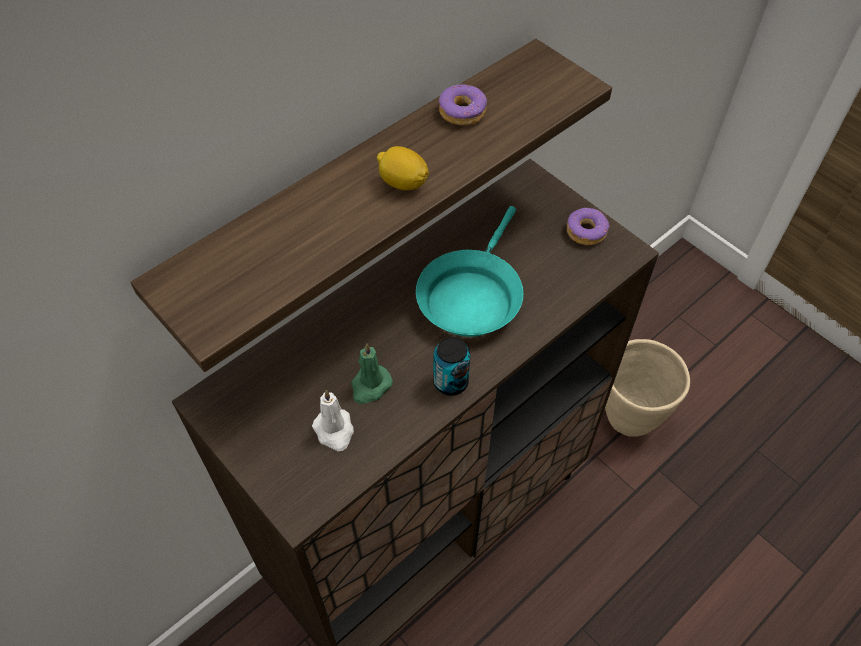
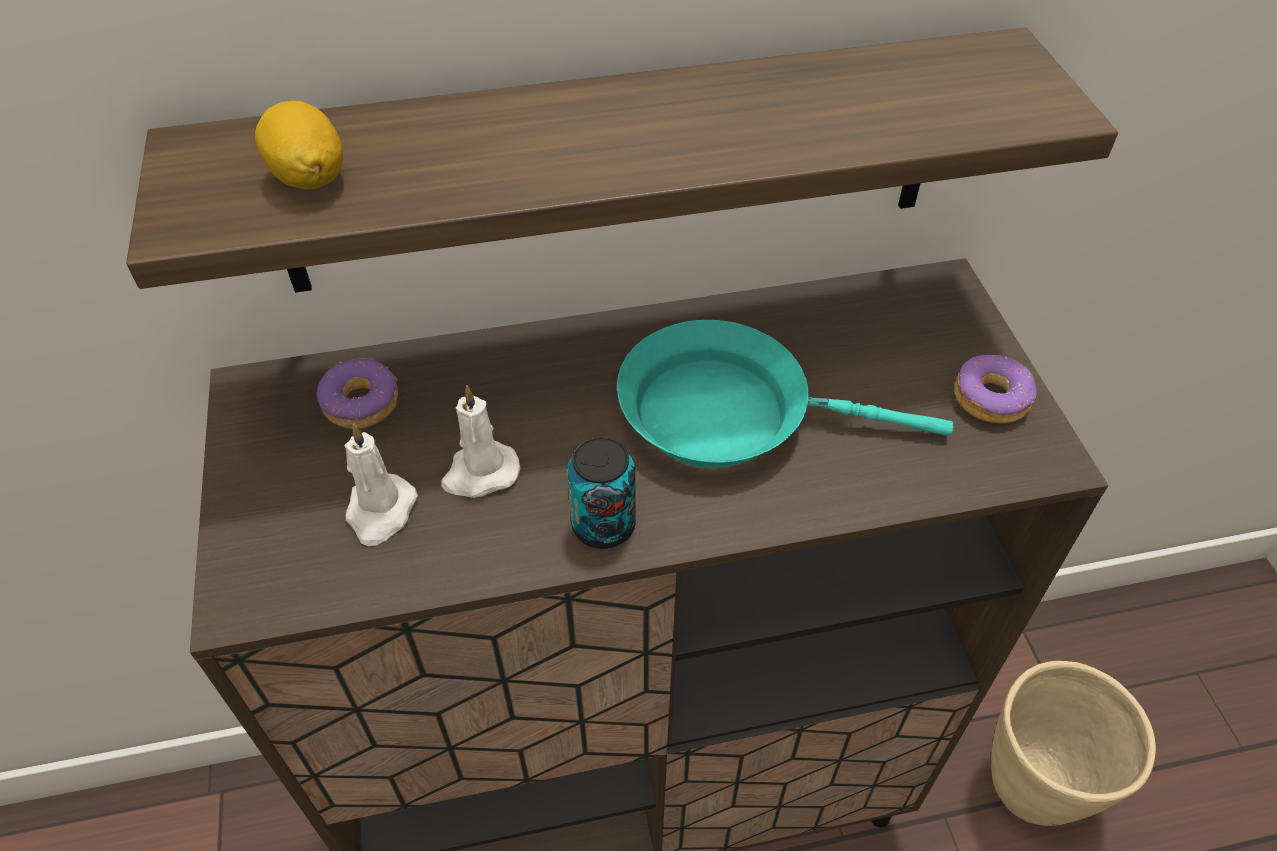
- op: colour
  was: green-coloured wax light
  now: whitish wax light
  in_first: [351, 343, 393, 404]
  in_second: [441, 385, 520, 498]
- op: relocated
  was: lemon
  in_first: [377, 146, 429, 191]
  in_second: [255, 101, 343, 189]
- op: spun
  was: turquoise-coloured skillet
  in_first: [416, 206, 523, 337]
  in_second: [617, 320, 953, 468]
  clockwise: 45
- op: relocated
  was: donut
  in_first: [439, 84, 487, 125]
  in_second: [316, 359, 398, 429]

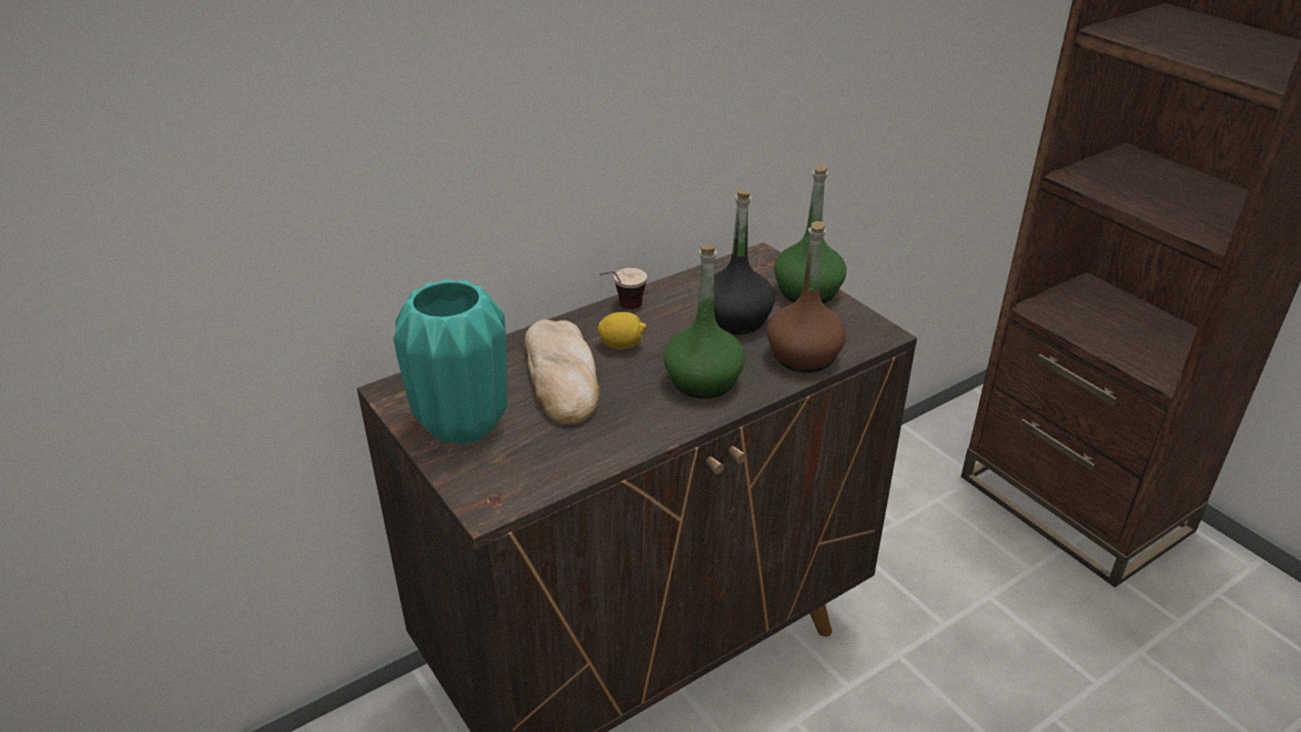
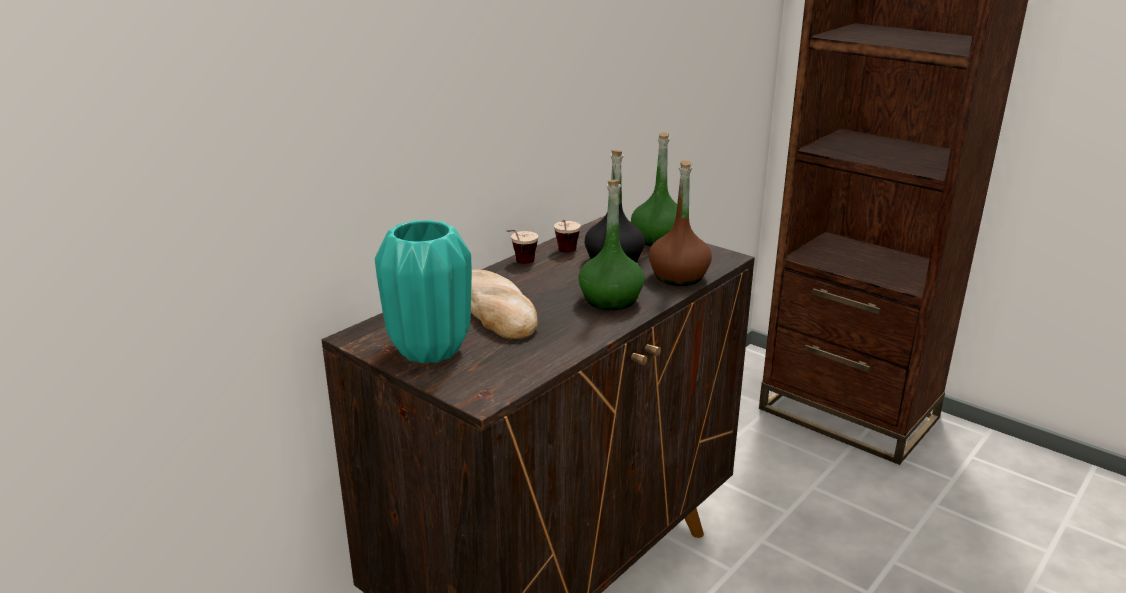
- op: missing
  was: lemon
  in_first: [597, 312, 647, 350]
- op: appeared
  now: small cup
  in_second: [554, 219, 581, 253]

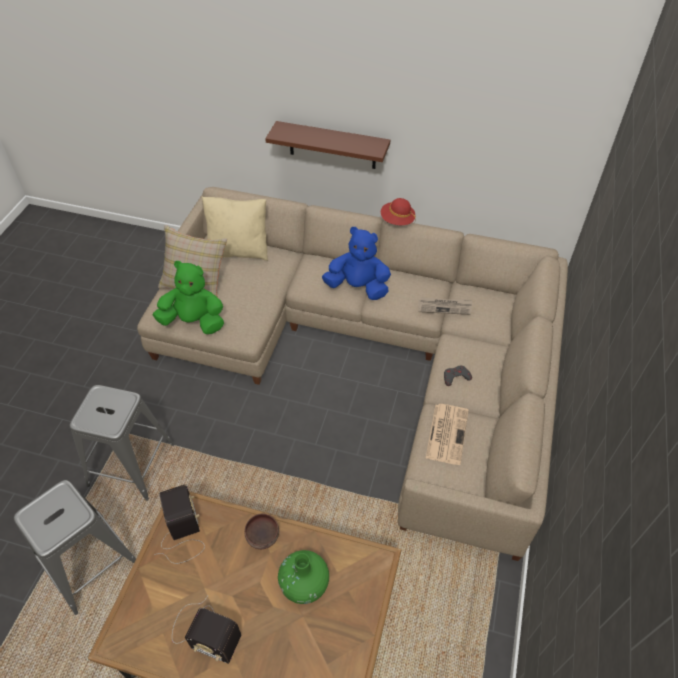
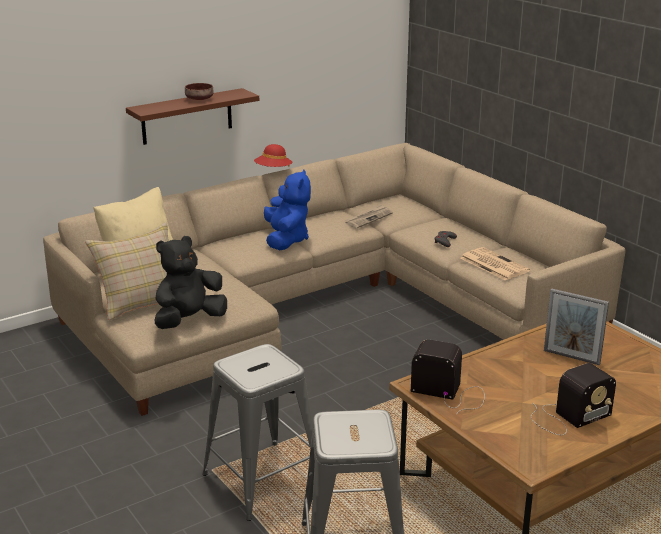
- op: colour
  was: green-coloured cuddly toy
  now: blackish cuddly toy
  in_first: [153, 261, 224, 334]
  in_second: [155, 236, 227, 329]
- op: relocated
  was: brown-coloured deep dish
  in_first: [244, 514, 279, 549]
  in_second: [185, 83, 214, 100]
- op: exchanged
  was: green-coloured flower vase
  now: standing frame
  in_first: [278, 550, 329, 604]
  in_second: [544, 288, 609, 365]
- op: spun
  was: bluish cuddly toy
  in_first: [322, 227, 391, 300]
  in_second: [264, 169, 311, 250]
  clockwise: 120

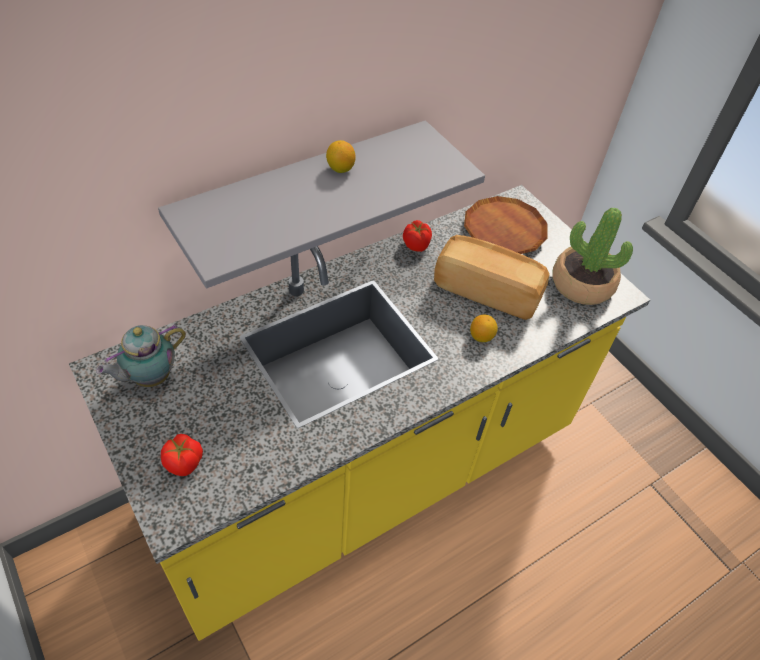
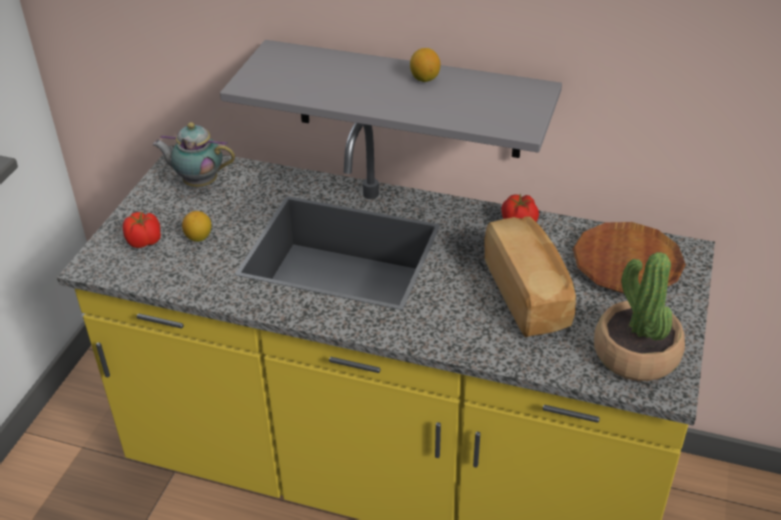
- op: relocated
  was: lemon
  in_first: [470, 315, 498, 342]
  in_second: [182, 211, 211, 242]

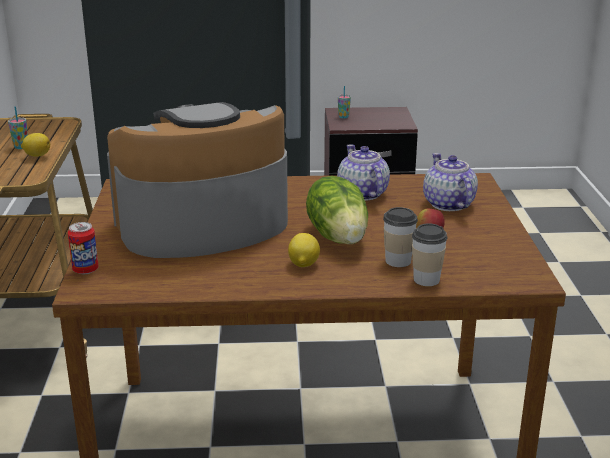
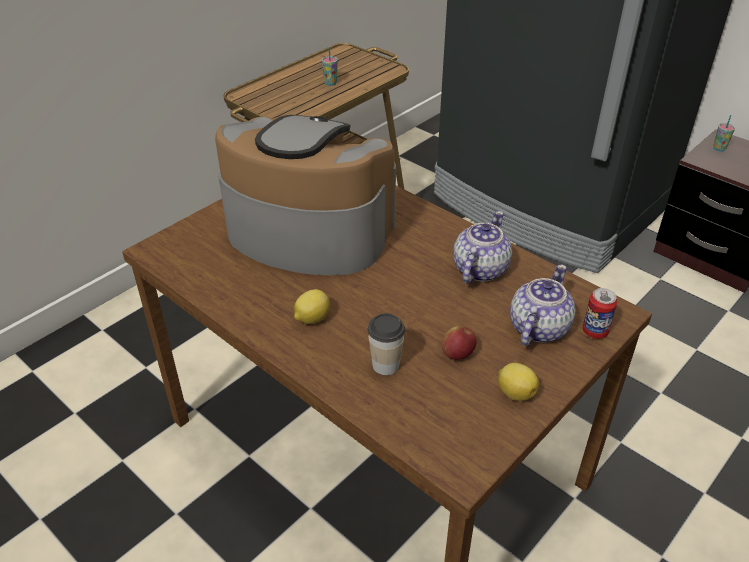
- op: relocated
  was: lemon
  in_first: [21, 133, 50, 157]
  in_second: [498, 363, 539, 401]
- op: relocated
  was: metal can
  in_first: [68, 222, 99, 274]
  in_second: [582, 288, 617, 339]
- op: missing
  was: lettuce head
  in_first: [306, 176, 368, 244]
- op: missing
  was: small cup
  in_first: [412, 223, 448, 286]

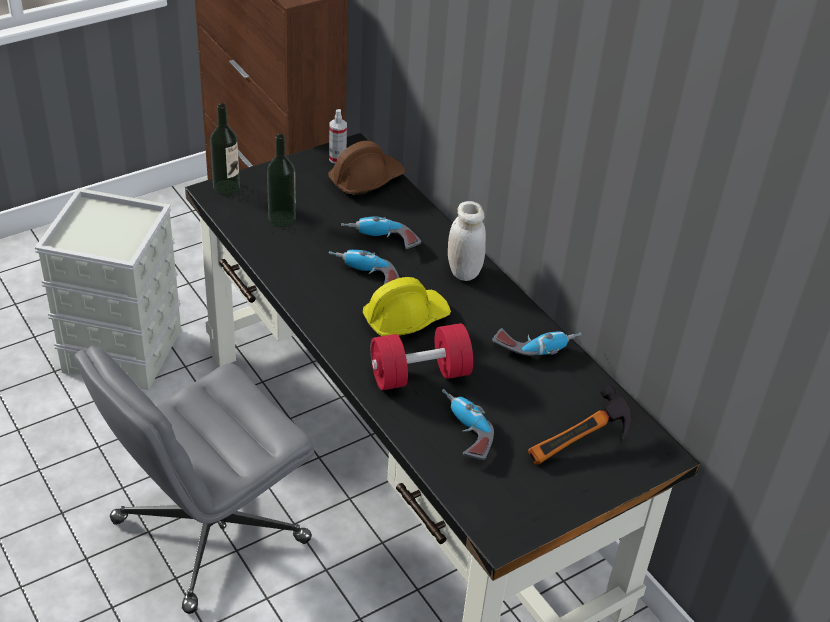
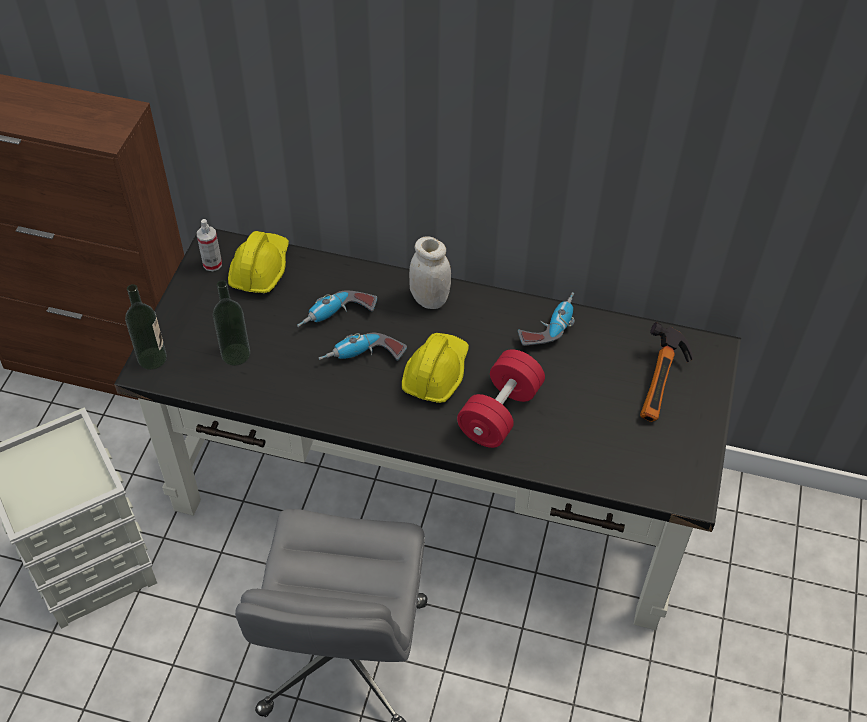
- op: colour
  was: brown-coloured safety helmet
  now: yellow-coloured safety helmet
  in_first: [329, 141, 405, 197]
  in_second: [228, 231, 289, 293]
- op: missing
  was: drill
  in_first: [442, 389, 494, 460]

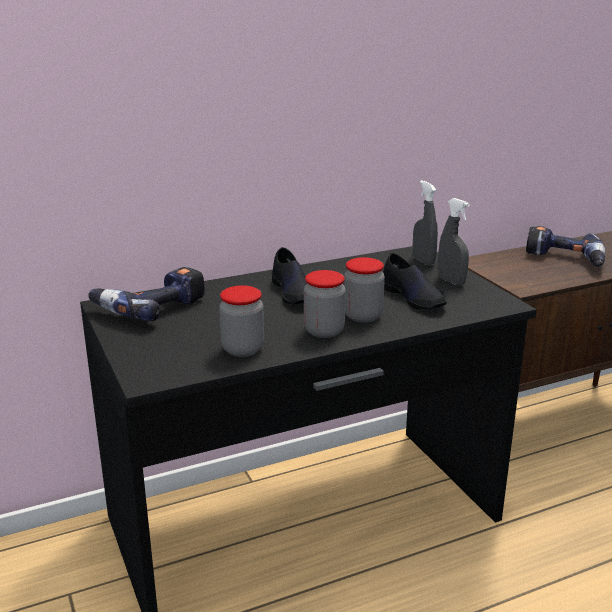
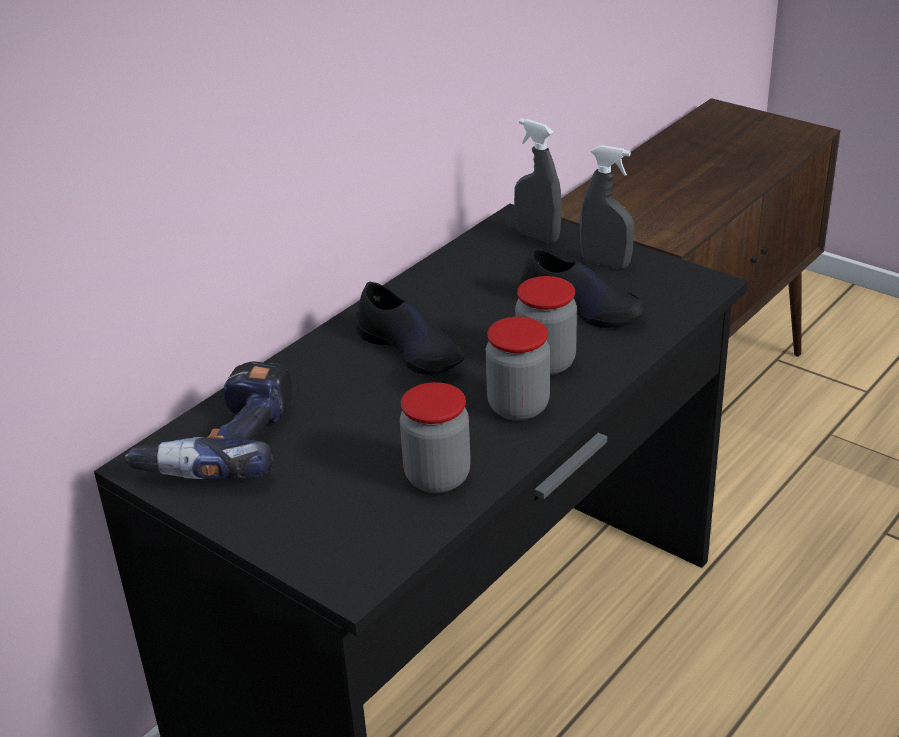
- op: missing
  was: drill
  in_first: [526, 226, 605, 267]

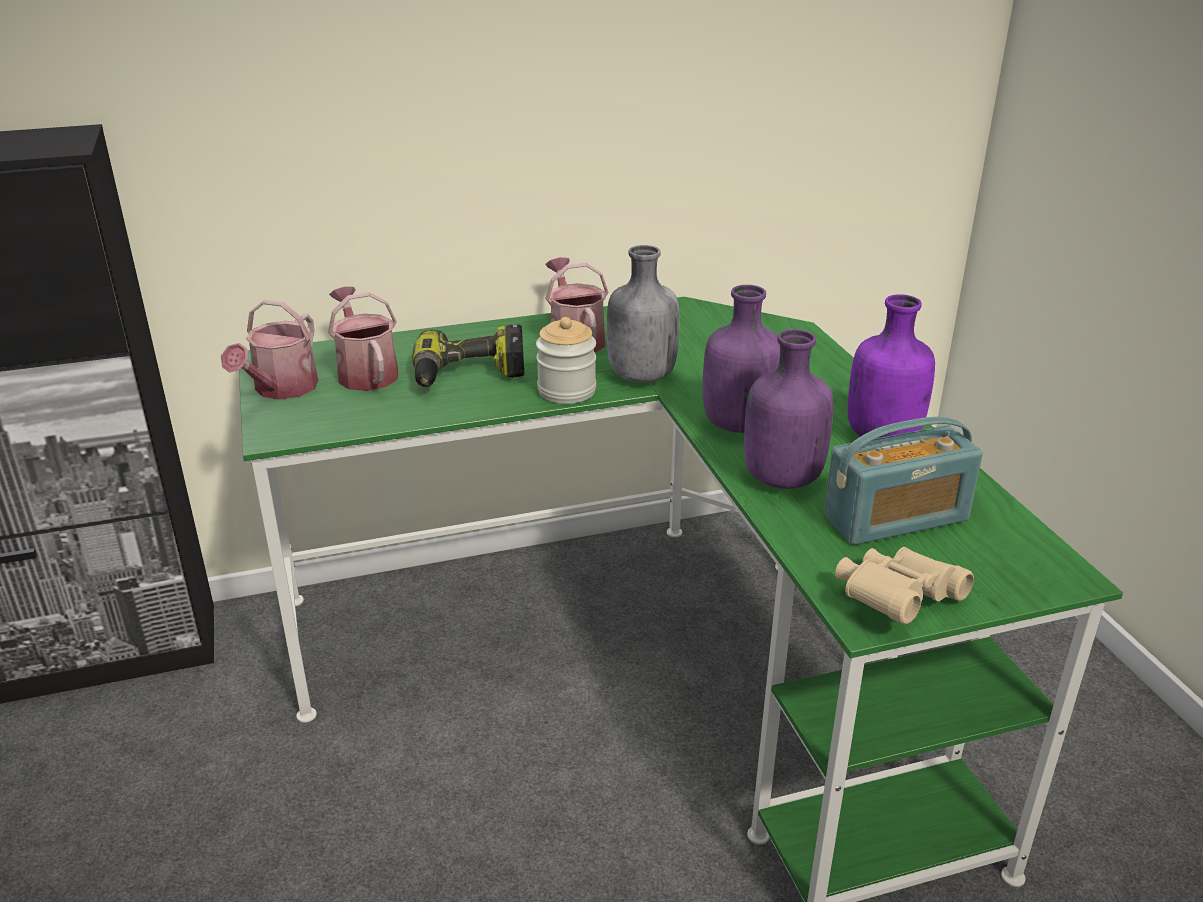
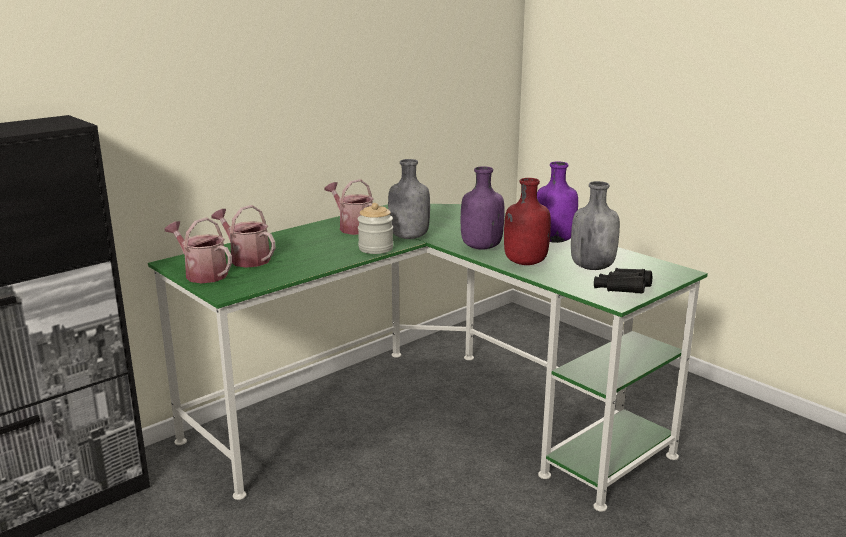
- op: spun
  was: sprinkling can
  in_first: [221, 300, 319, 400]
  in_second: [165, 218, 232, 283]
  clockwise: 135
- op: missing
  was: drill
  in_first: [412, 324, 525, 387]
- op: colour
  was: purplish drink bottle
  now: reddish drink bottle
  in_first: [744, 329, 834, 489]
  in_second: [504, 178, 551, 265]
- op: exchanged
  was: radio set
  now: grey drink bottle
  in_first: [824, 417, 983, 545]
  in_second: [571, 181, 620, 270]
- op: colour
  was: sand-coloured pair of binoculars
  now: blackish pair of binoculars
  in_first: [835, 547, 974, 624]
  in_second: [594, 268, 652, 293]

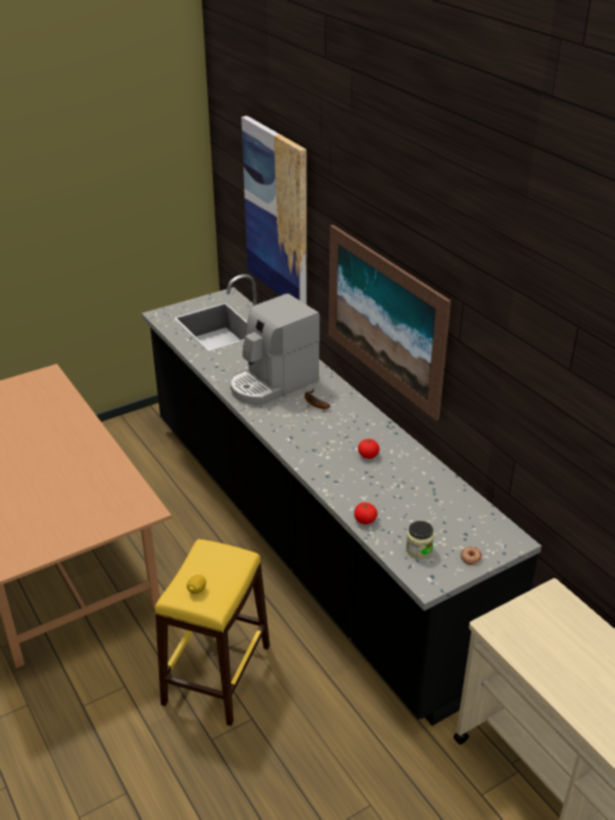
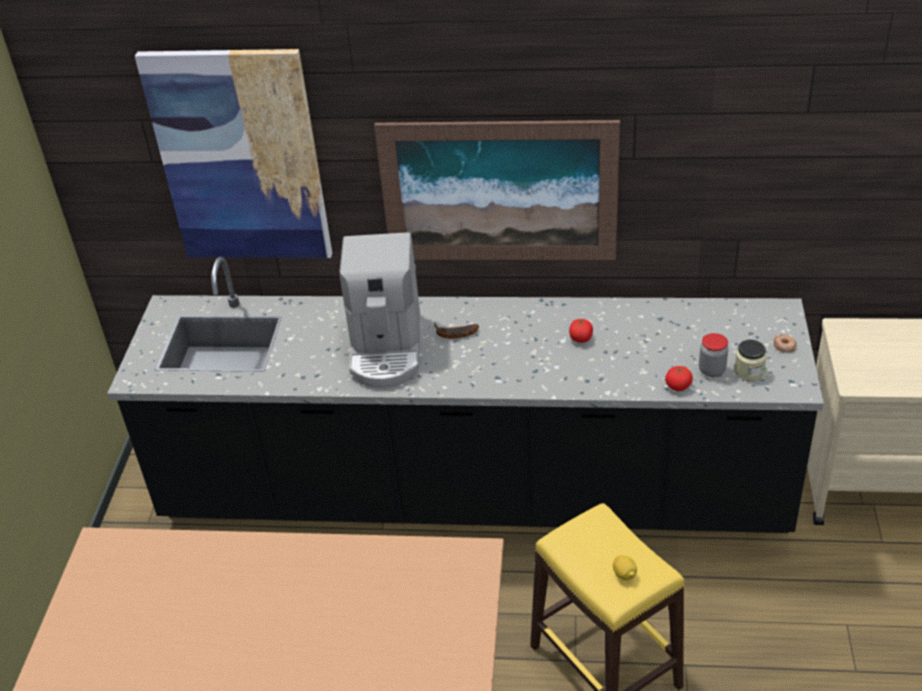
- op: appeared
  now: storage jar
  in_second: [699, 333, 728, 377]

